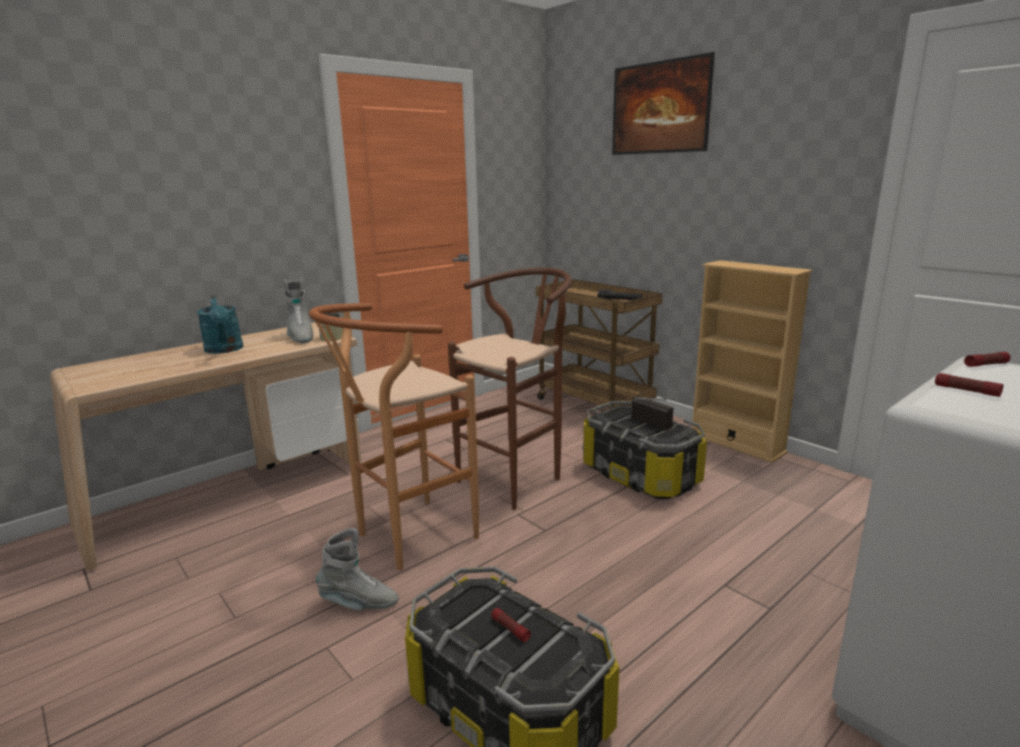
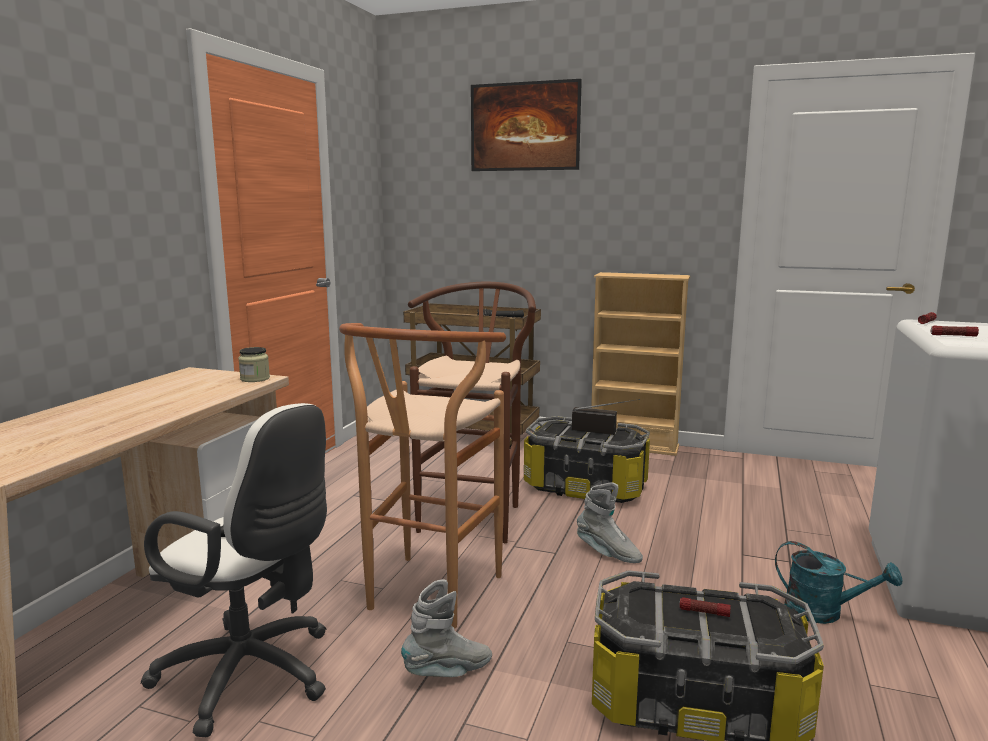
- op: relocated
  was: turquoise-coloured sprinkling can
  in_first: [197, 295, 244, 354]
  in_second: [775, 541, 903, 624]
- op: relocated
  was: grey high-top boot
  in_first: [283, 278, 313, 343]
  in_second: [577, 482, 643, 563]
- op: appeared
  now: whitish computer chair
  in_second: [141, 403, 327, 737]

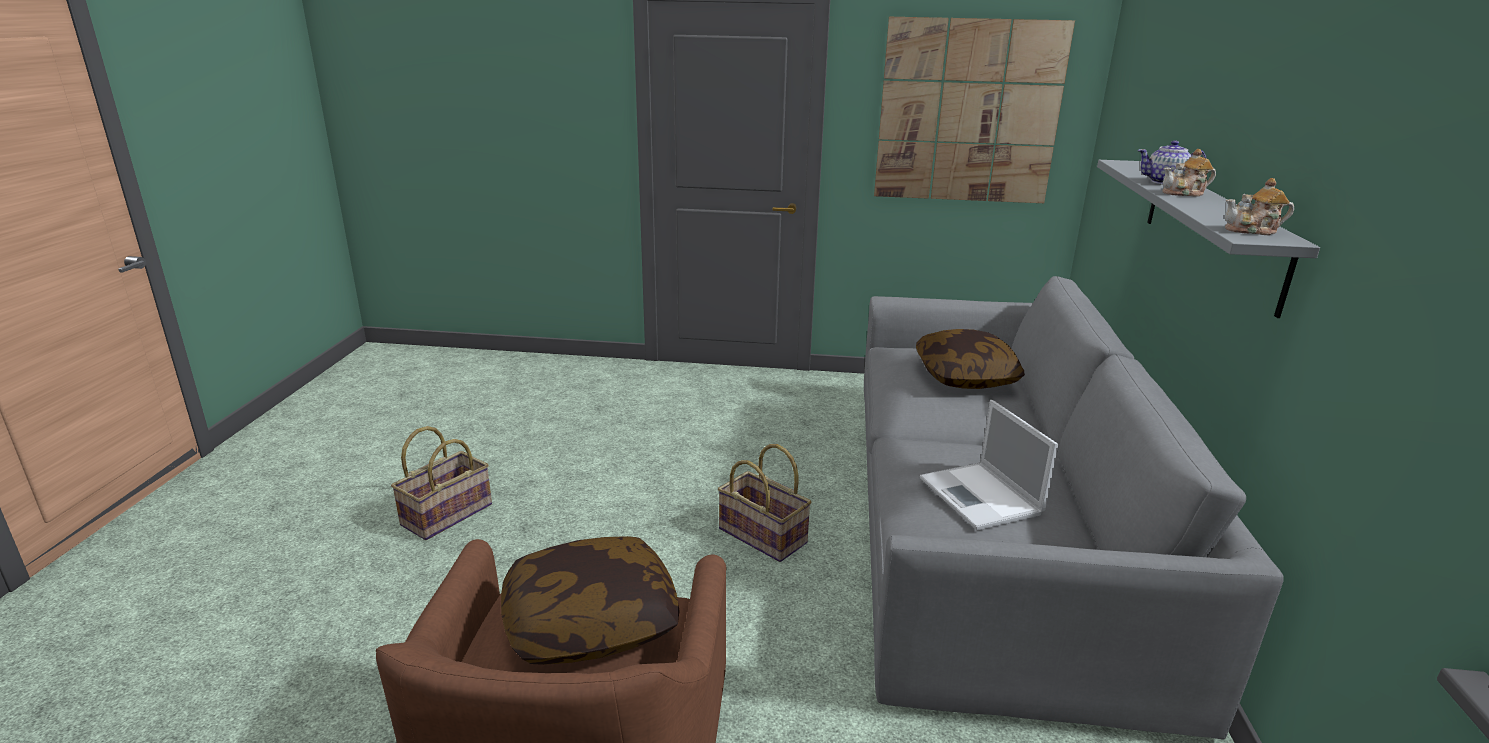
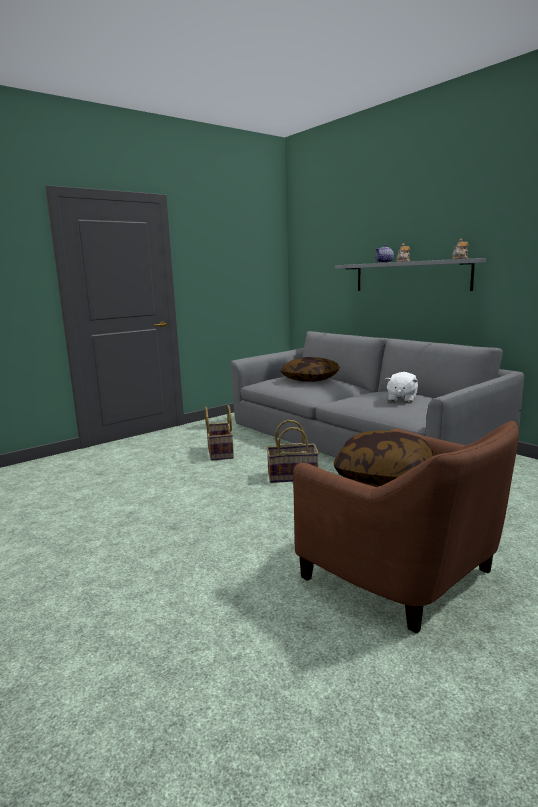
- op: relocated
  was: household basket
  in_first: [391, 426, 492, 540]
  in_second: [205, 405, 234, 461]
- op: missing
  was: wall art
  in_first: [874, 17, 1075, 203]
- op: exchanged
  was: laptop
  now: whitish cuddly toy
  in_first: [920, 400, 1058, 531]
  in_second: [385, 372, 418, 403]

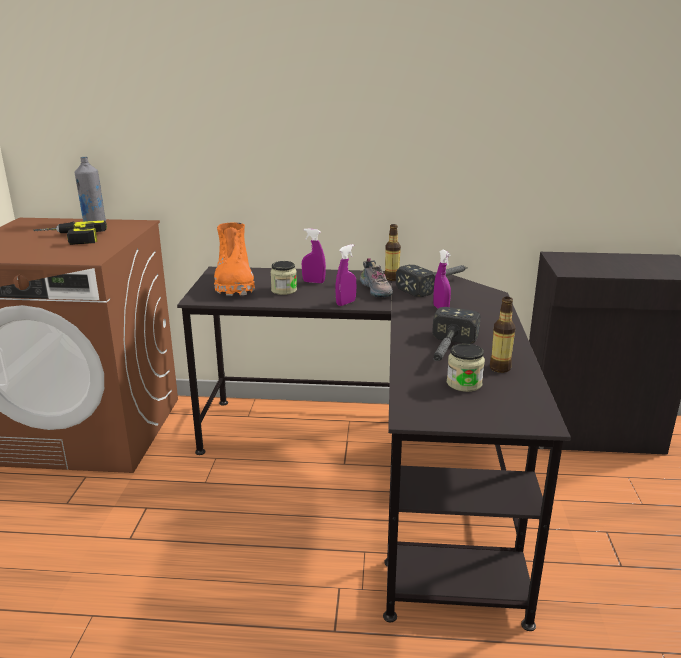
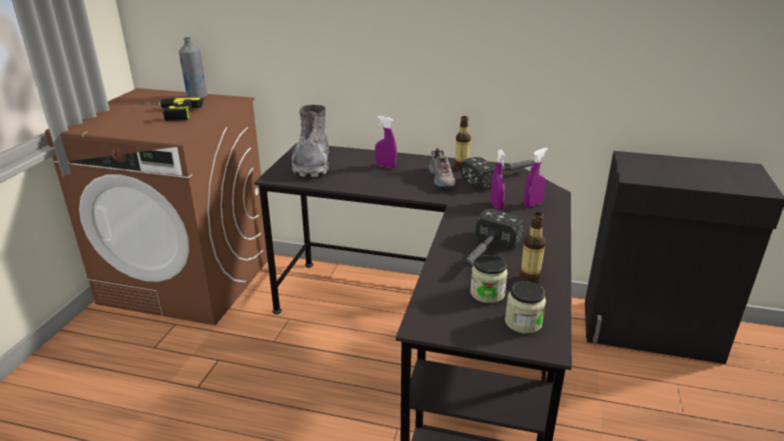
- op: colour
  was: orange high-top boot
  now: grey high-top boot
  in_first: [214, 222, 255, 296]
  in_second: [292, 105, 329, 177]
- op: relocated
  was: storage jar
  in_first: [270, 261, 297, 295]
  in_second: [505, 281, 546, 334]
- op: relocated
  was: purplish sprayer
  in_first: [335, 244, 356, 306]
  in_second: [524, 148, 548, 207]

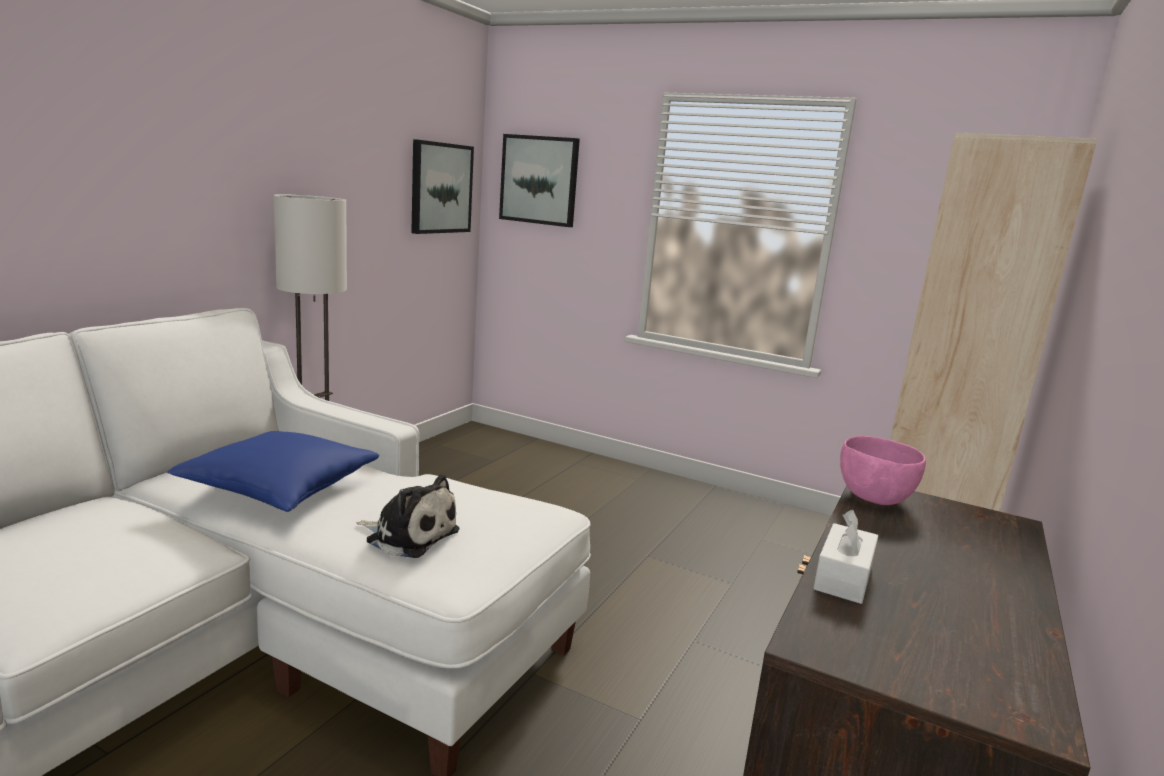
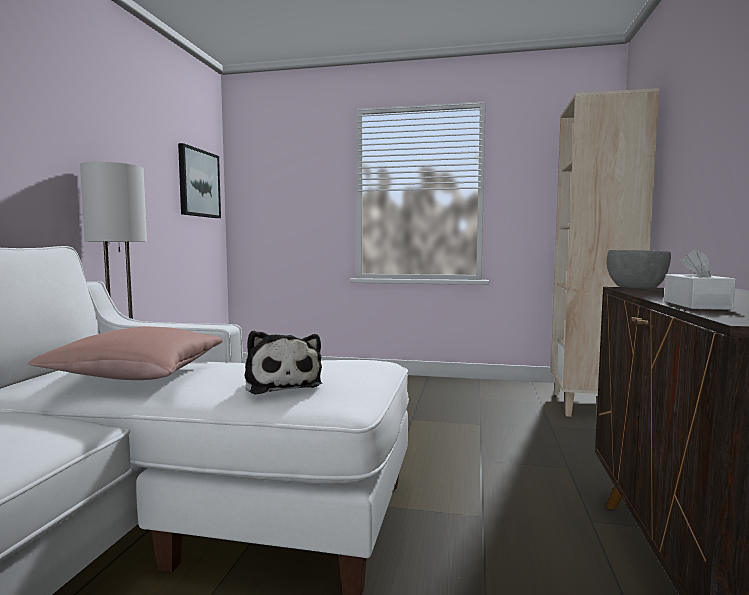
- op: colour
  was: bluish throw pillow
  now: pink throw pillow
  in_first: [167, 431, 379, 512]
  in_second: [28, 327, 223, 380]
- op: spun
  was: cuddly toy
  in_first: [357, 474, 459, 558]
  in_second: [245, 330, 322, 395]
  clockwise: 60
- op: missing
  was: wall art
  in_first: [499, 134, 580, 227]
- op: colour
  was: pink deep dish
  now: grey deep dish
  in_first: [840, 436, 926, 505]
  in_second: [607, 250, 671, 290]

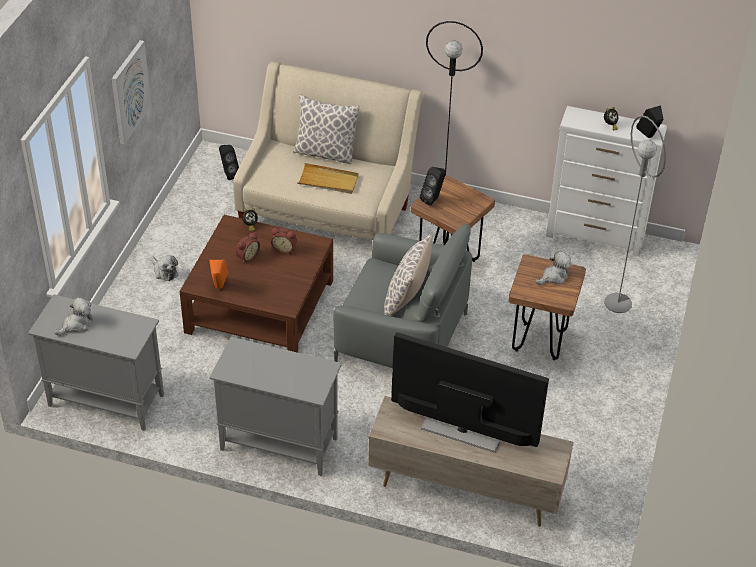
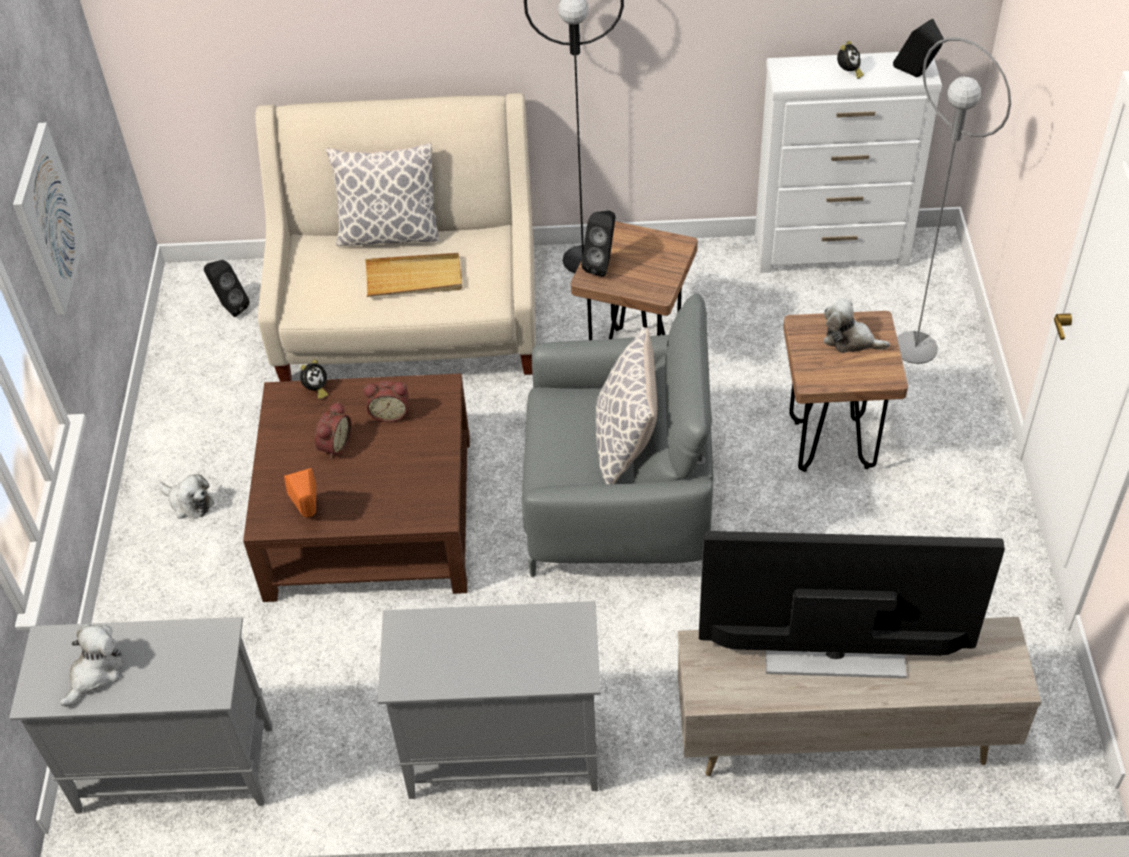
- op: spun
  was: cuddly toy
  in_first: [535, 251, 571, 285]
  in_second: [824, 298, 890, 353]
  clockwise: -105

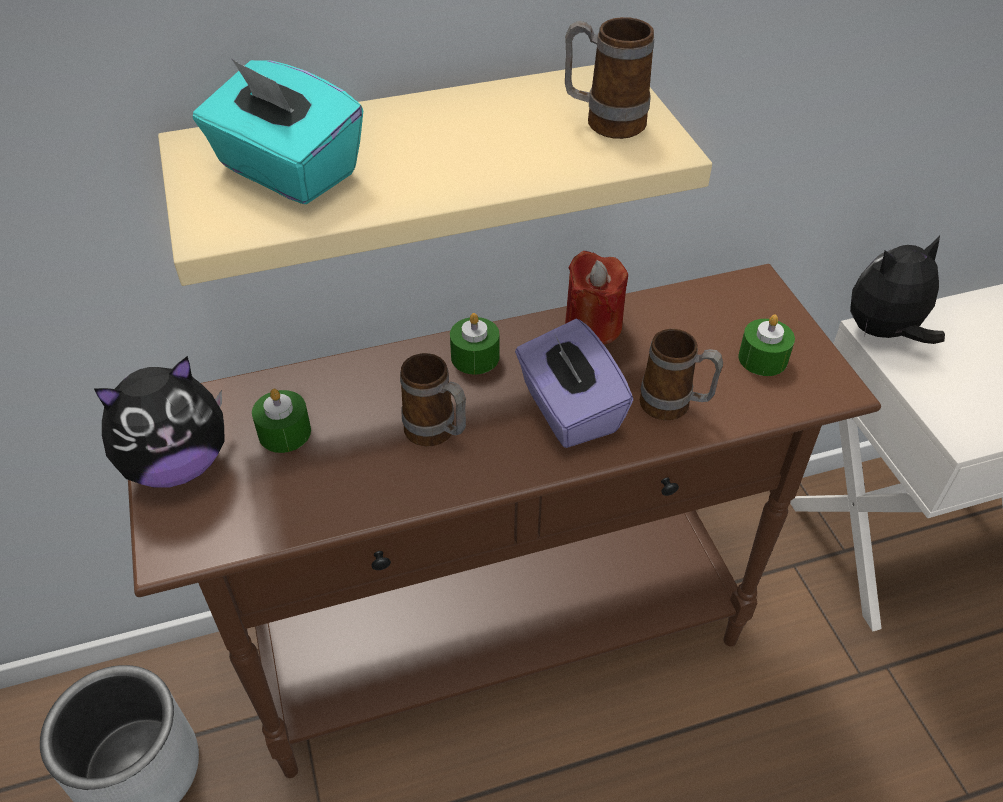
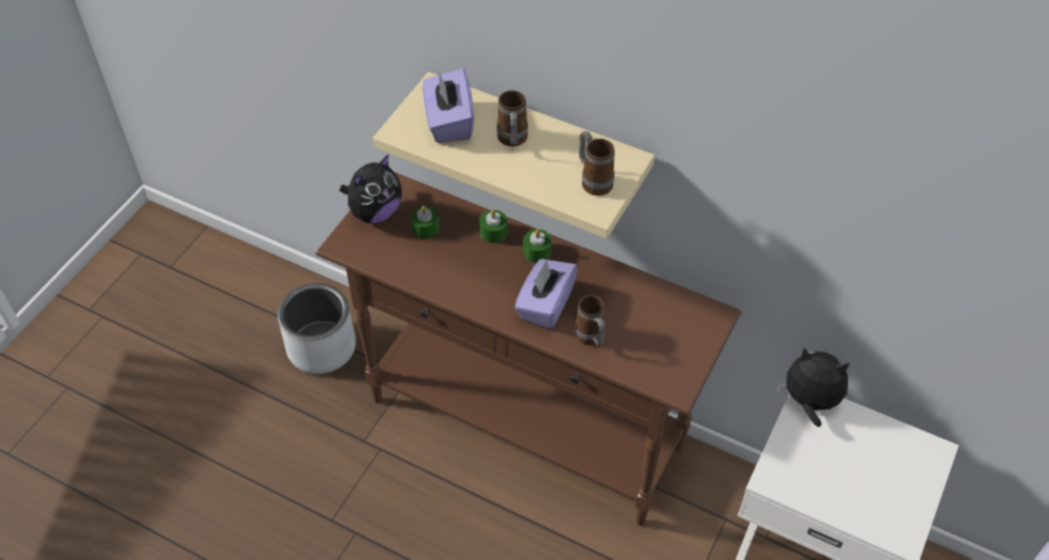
- op: spun
  was: cuddly toy
  in_first: [94, 356, 224, 488]
  in_second: [340, 155, 402, 223]
  clockwise: -60
- op: colour
  was: turquoise-coloured box of tissues
  now: purplish box of tissues
  in_first: [193, 58, 363, 204]
  in_second: [423, 68, 474, 143]
- op: relocated
  was: mug
  in_first: [400, 353, 466, 446]
  in_second: [497, 90, 528, 146]
- op: missing
  was: reddish wax light
  in_first: [565, 250, 628, 345]
- op: relocated
  was: green-coloured wax light
  in_first: [738, 314, 795, 376]
  in_second: [479, 210, 508, 243]

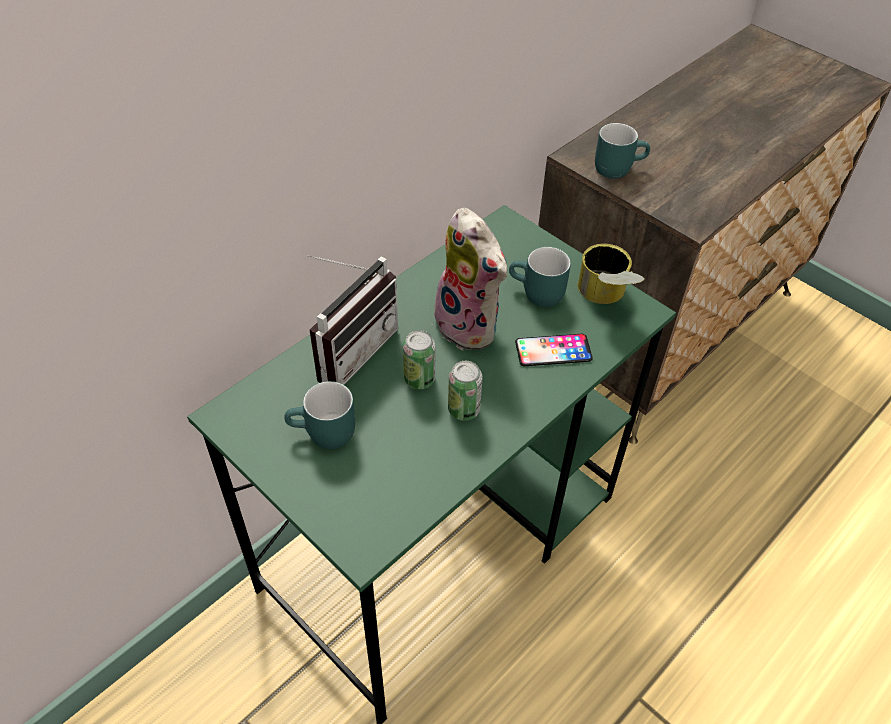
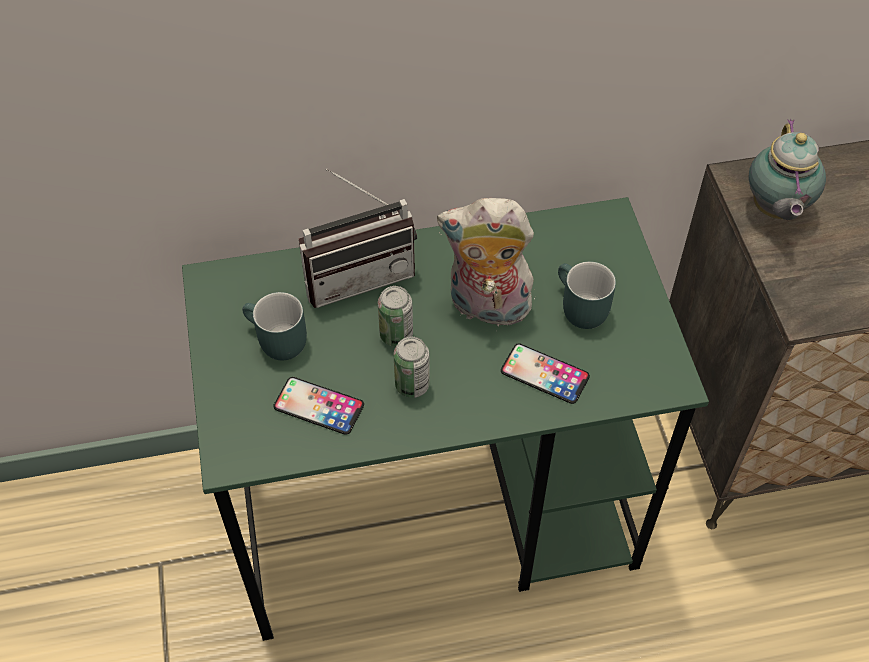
- op: spun
  was: cuddly toy
  in_first: [434, 208, 507, 350]
  in_second: [437, 198, 536, 326]
  clockwise: 105
- op: missing
  was: metal can
  in_first: [577, 244, 644, 304]
- op: exchanged
  was: turquoise-coloured mug
  now: teapot
  in_first: [595, 123, 650, 179]
  in_second: [748, 119, 826, 220]
- op: appeared
  now: telephone
  in_second: [273, 377, 364, 435]

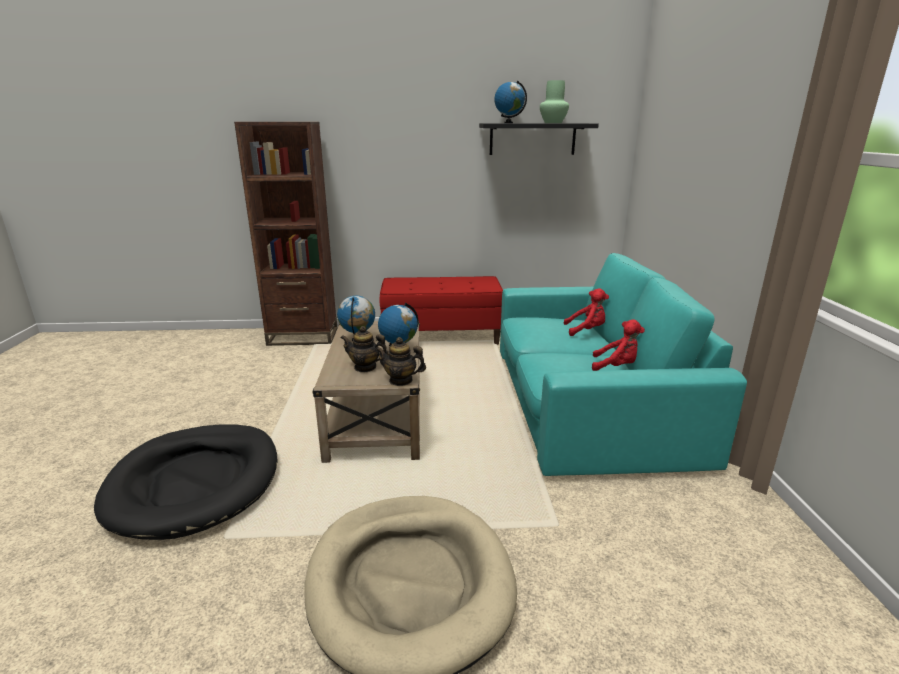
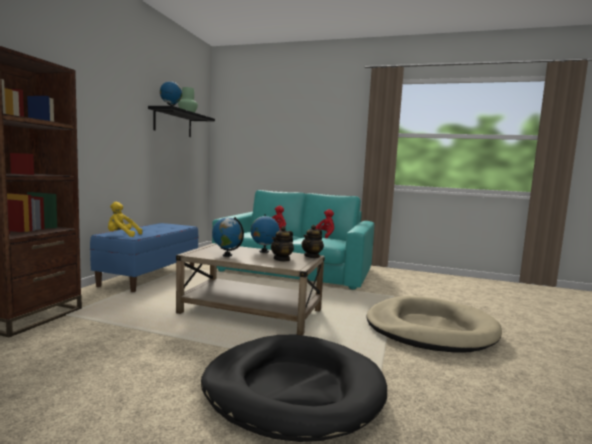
- op: colour
  was: reddish bench
  now: bluish bench
  in_first: [380, 276, 503, 345]
  in_second: [90, 223, 198, 292]
- op: appeared
  now: yellow-coloured cuddly toy
  in_second: [108, 202, 143, 237]

